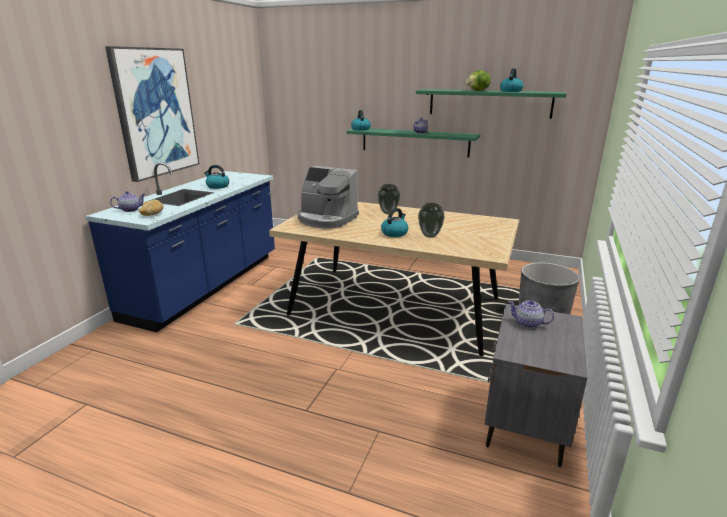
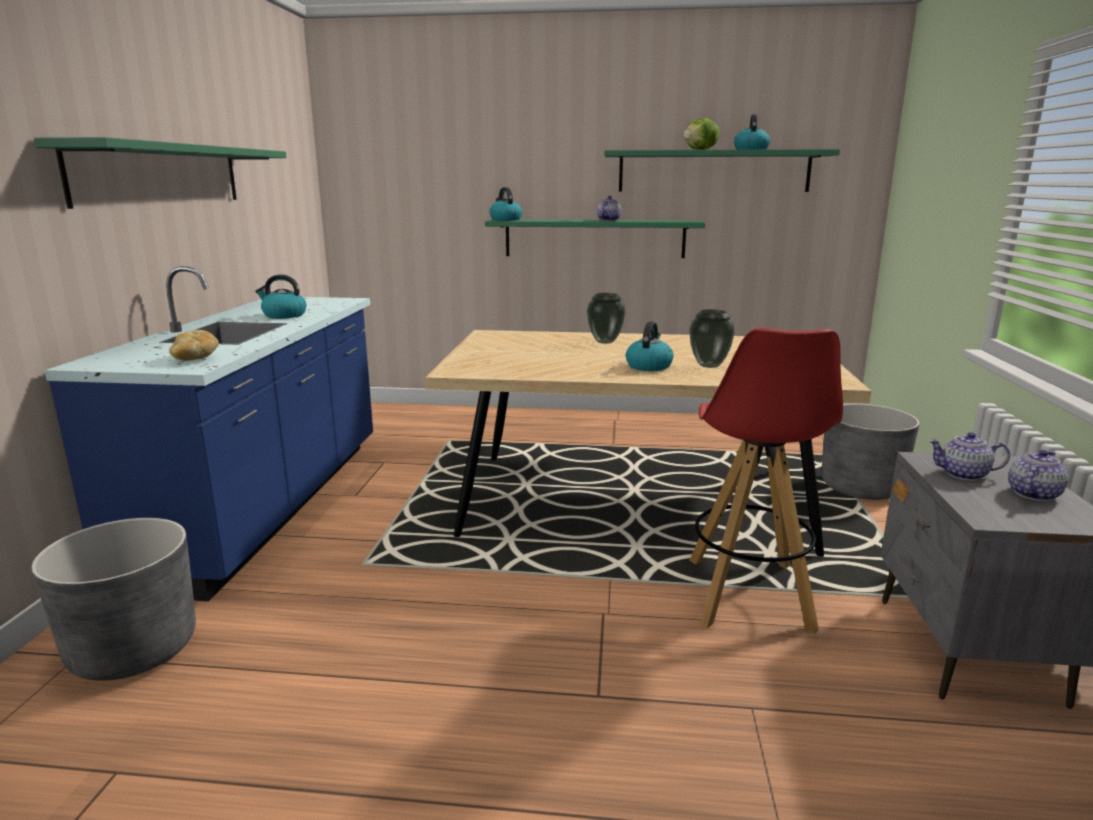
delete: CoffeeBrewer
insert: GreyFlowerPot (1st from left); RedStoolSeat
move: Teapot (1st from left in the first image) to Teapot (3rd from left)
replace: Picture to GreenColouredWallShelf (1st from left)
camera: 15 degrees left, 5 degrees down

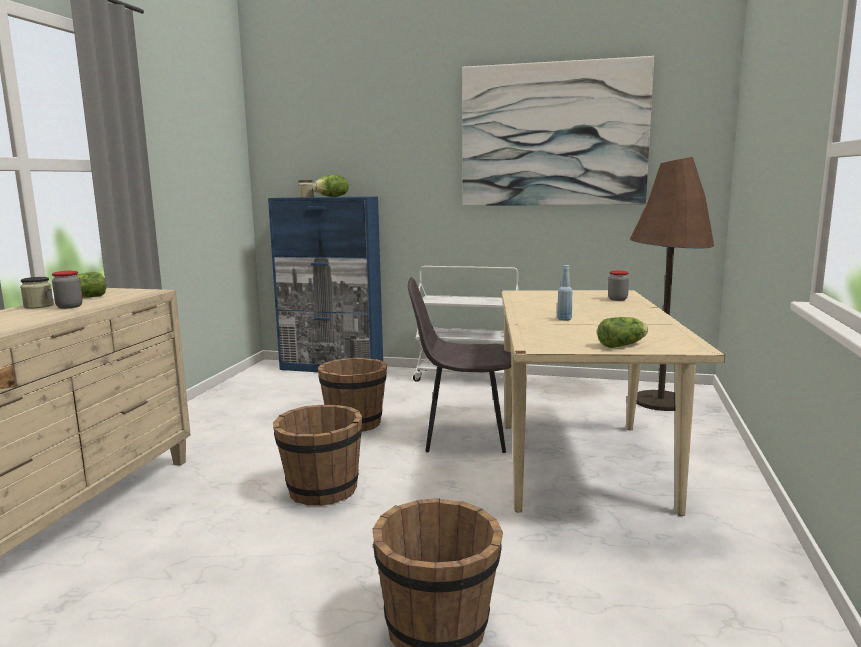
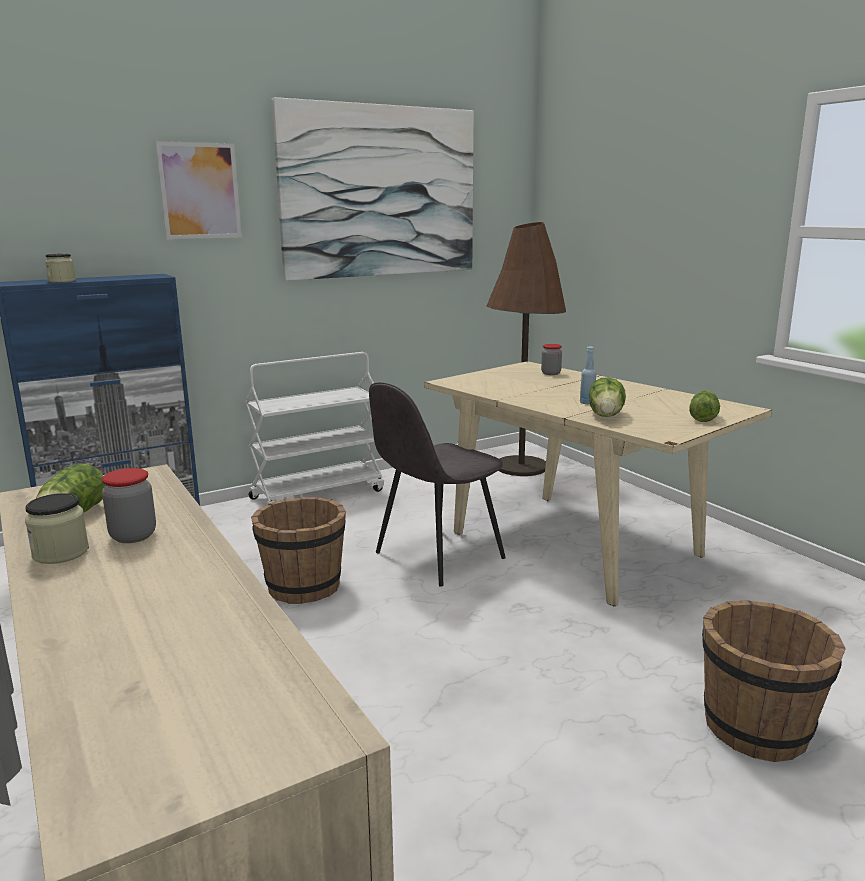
delete: BrownColouredPail (1st from left)
insert: Picture (1st from left)
move: Lettuce (2nd from left)
camera: 45 degrees left, 5 degrees up

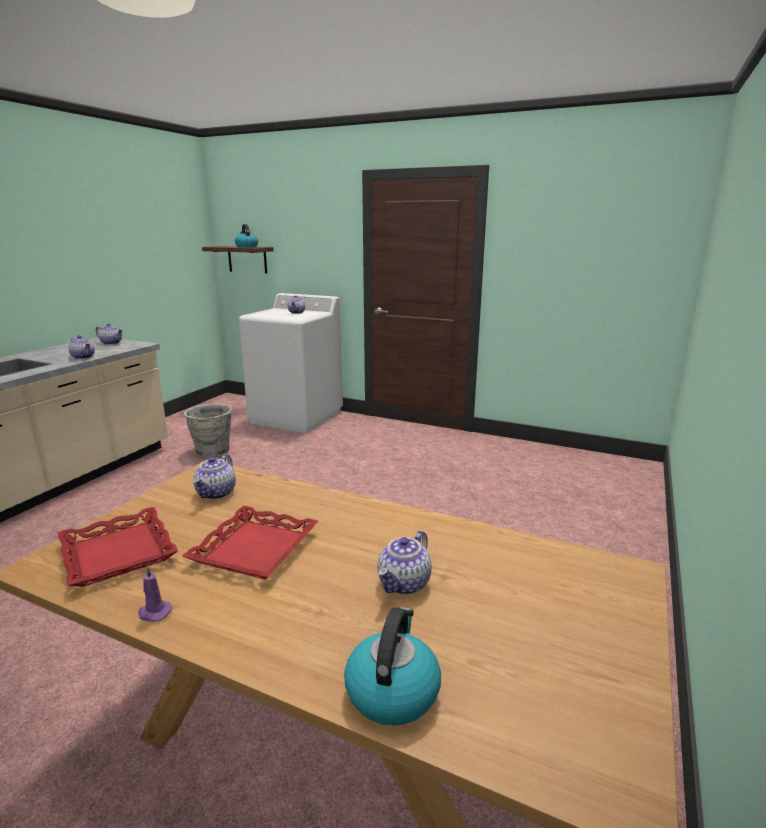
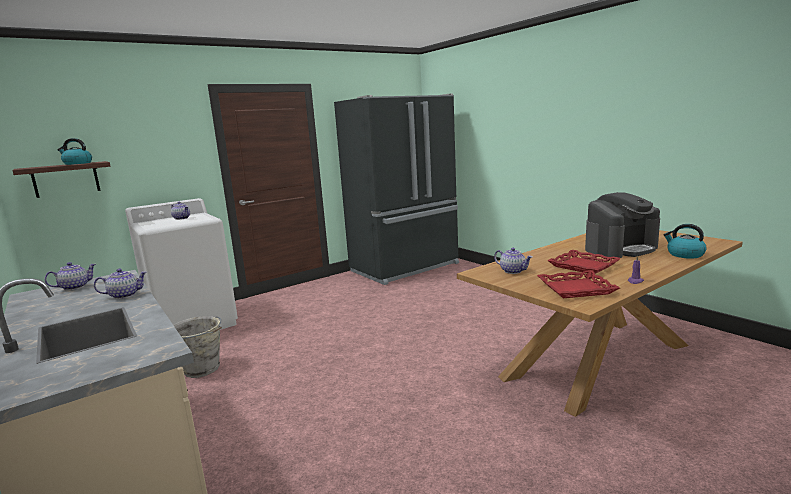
insert: BlackishFridge
replace: Teapot (5th from left) to CoffeeBrewer
camera: 60 degrees left, 5 degrees down

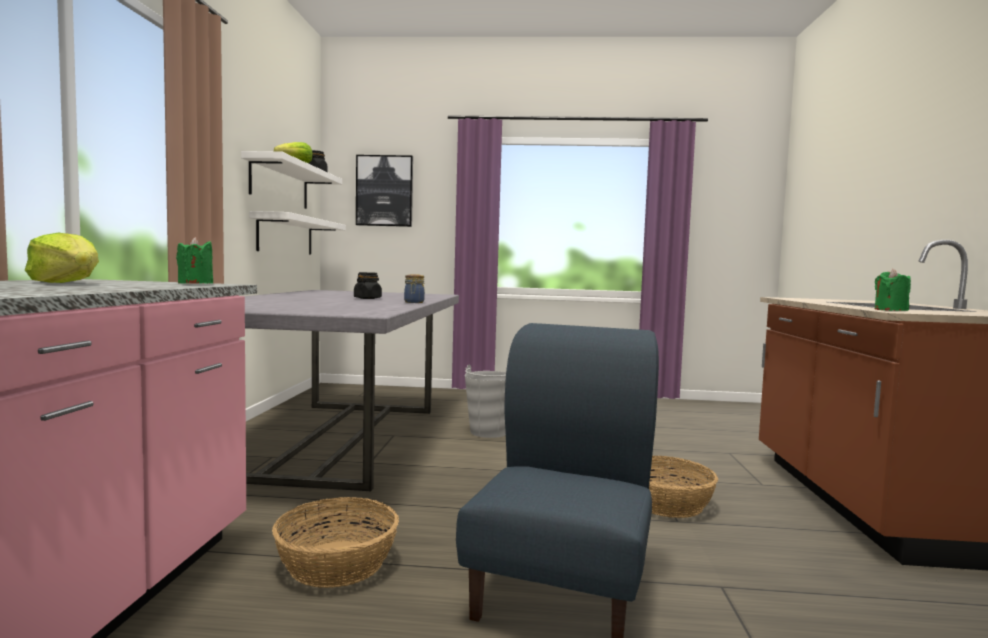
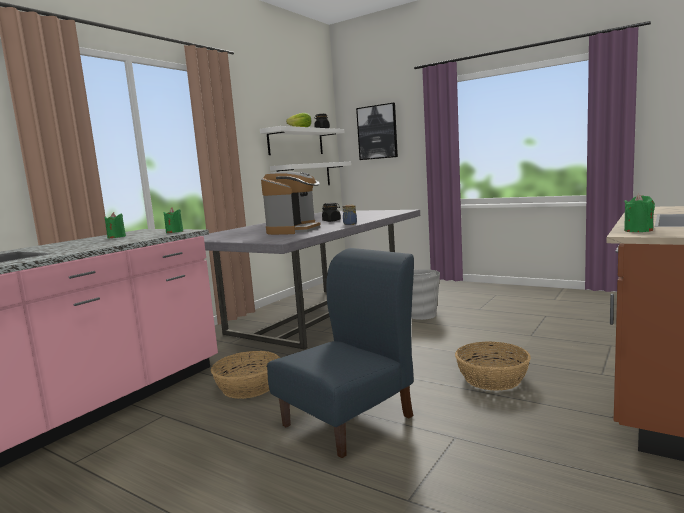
insert: CoffeeBrewer
replace: Lettuce (1st from left) to GreenColouredWaxLight (1st from left)
camera: 30 degrees right, 5 degrees up

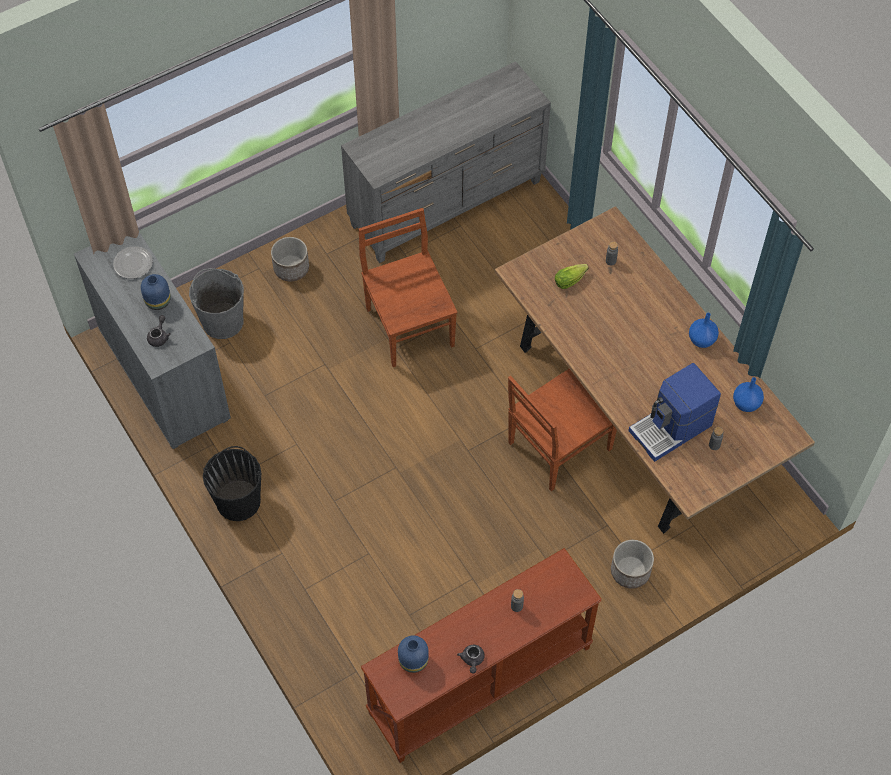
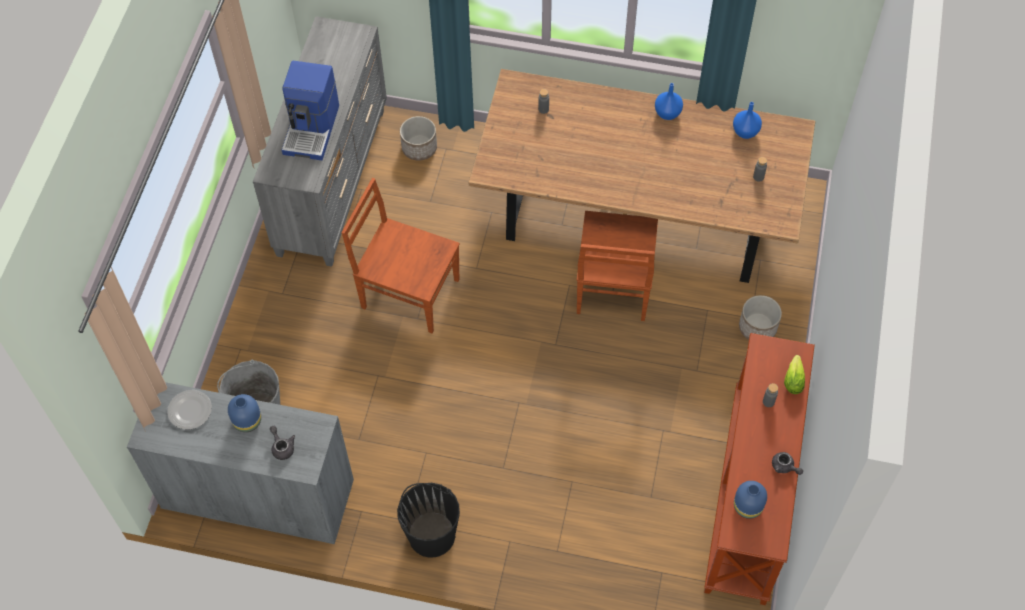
move: FlowerPot (1st from left); Lettuce; CoffeeBrewer
camera: 45 degrees left, 0 degrees up

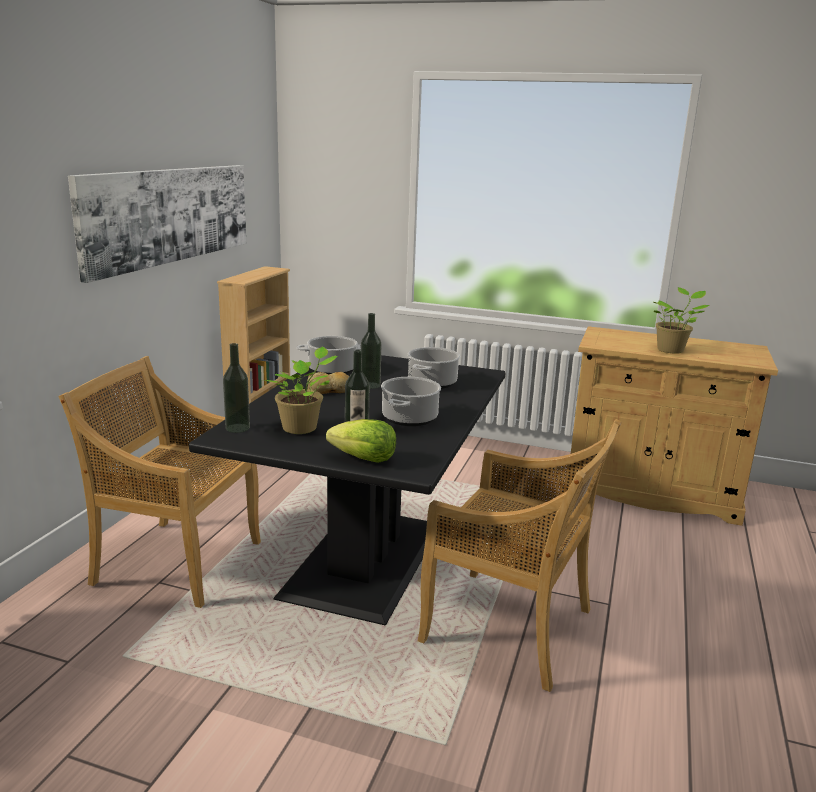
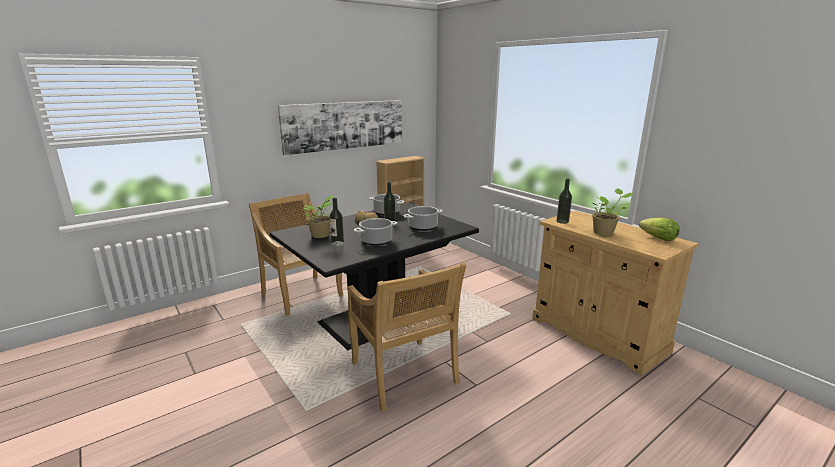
move: BeverageBottle (1st from left in the first image) to BeverageBottle (3rd from left); Lettuce
camera: 35 degrees right, 0 degrees up

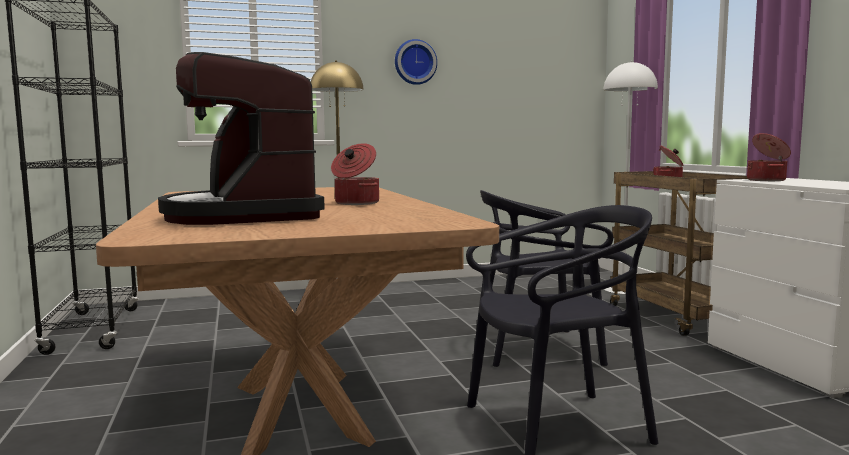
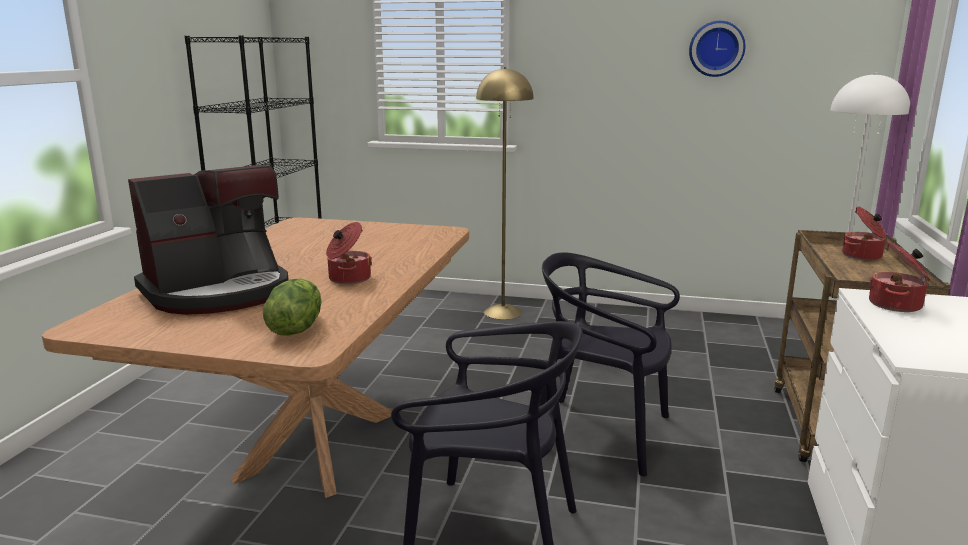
insert: Lettuce
move: HangingClock
rotate: CoffeeBrewer 135 degrees counterclockwise
camera: 30 degrees right, 10 degrees up

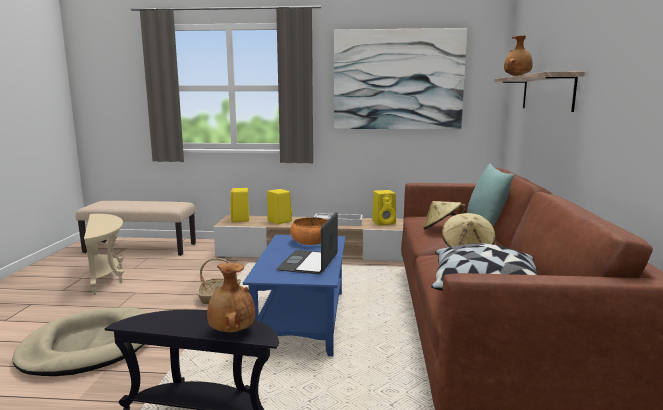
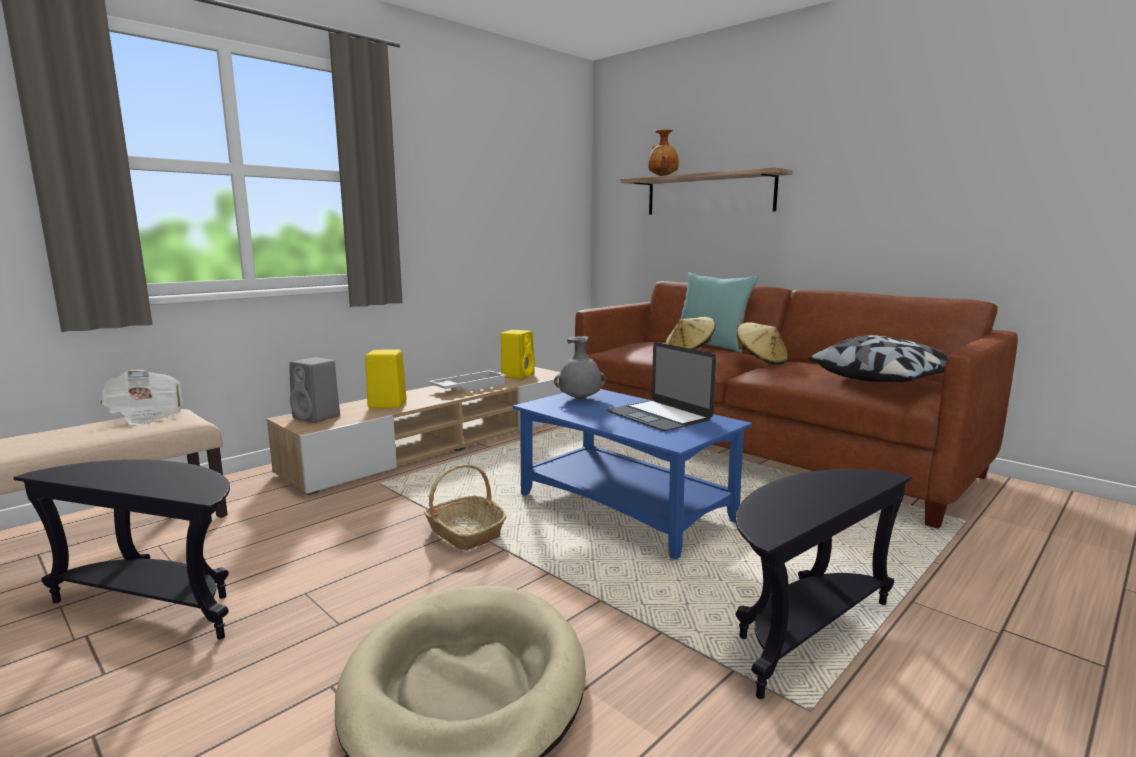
delete: BrownColouredVase (1st from left); Picture
insert: PrintedPaper
replace: OrangeDeepDish to GreyVase
recolor: SandColouredSideTable to BlackishSideTable (1st from left); YellowSpeaker (1st from left) to GreySpeaker
camera: 50 degrees left, 0 degrees up

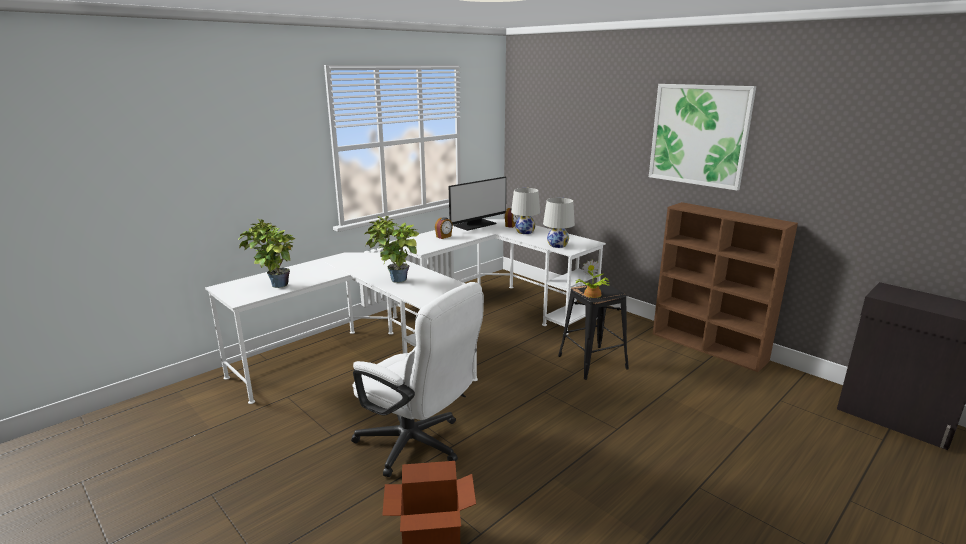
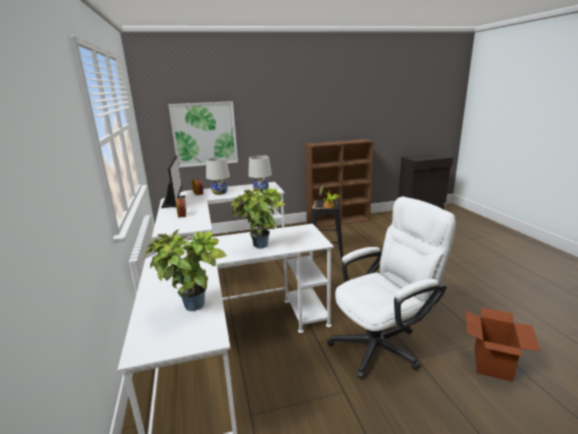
move: Picture
camera: 60 degrees left, 0 degrees up

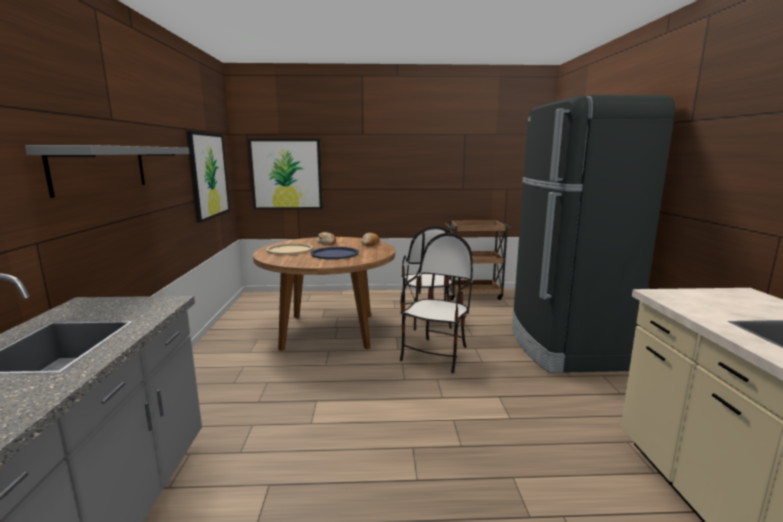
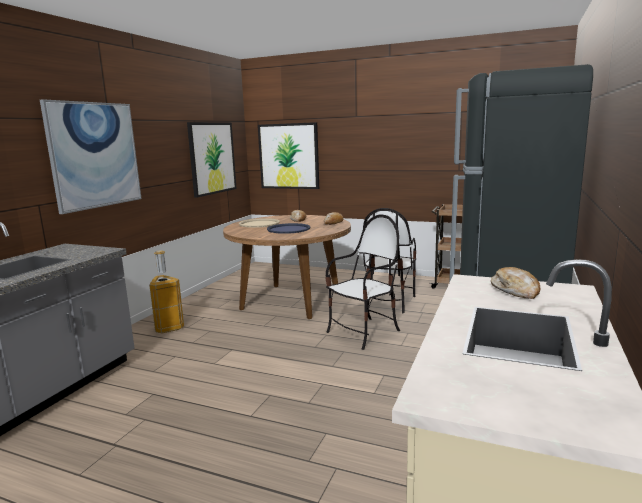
insert: TrashCan; BakeryBread (3rd from left)
replace: GreyWallShelf to Picture (1st from left)
camera: 25 degrees right, 0 degrees up

